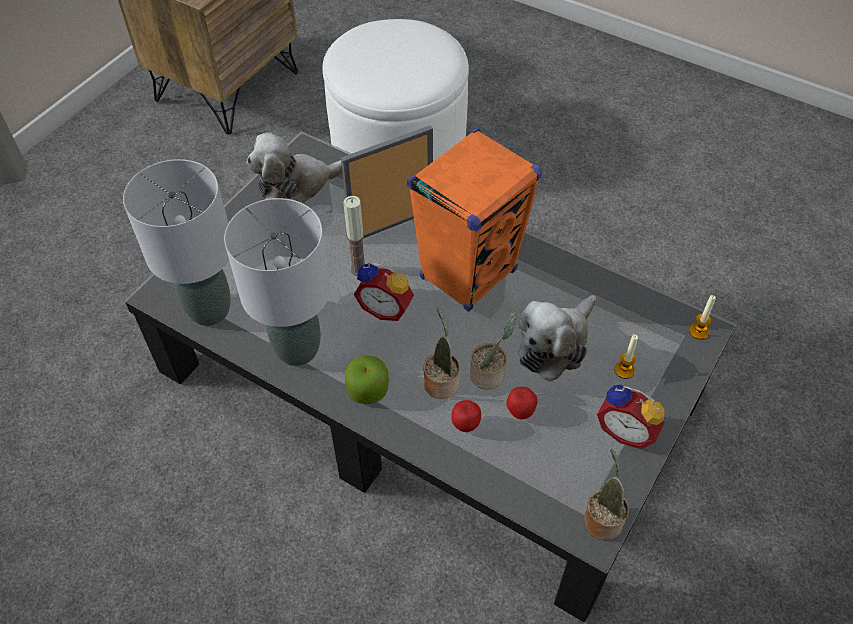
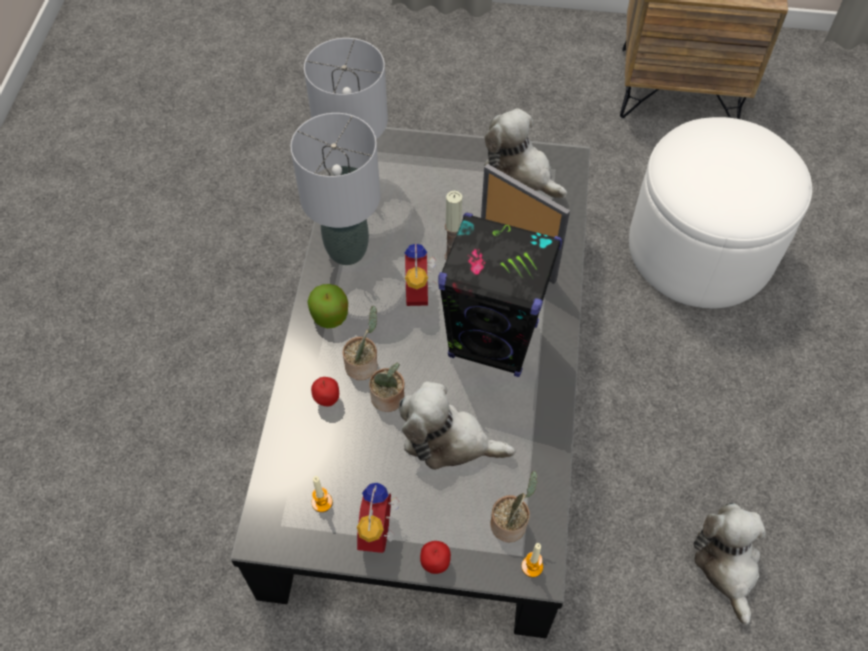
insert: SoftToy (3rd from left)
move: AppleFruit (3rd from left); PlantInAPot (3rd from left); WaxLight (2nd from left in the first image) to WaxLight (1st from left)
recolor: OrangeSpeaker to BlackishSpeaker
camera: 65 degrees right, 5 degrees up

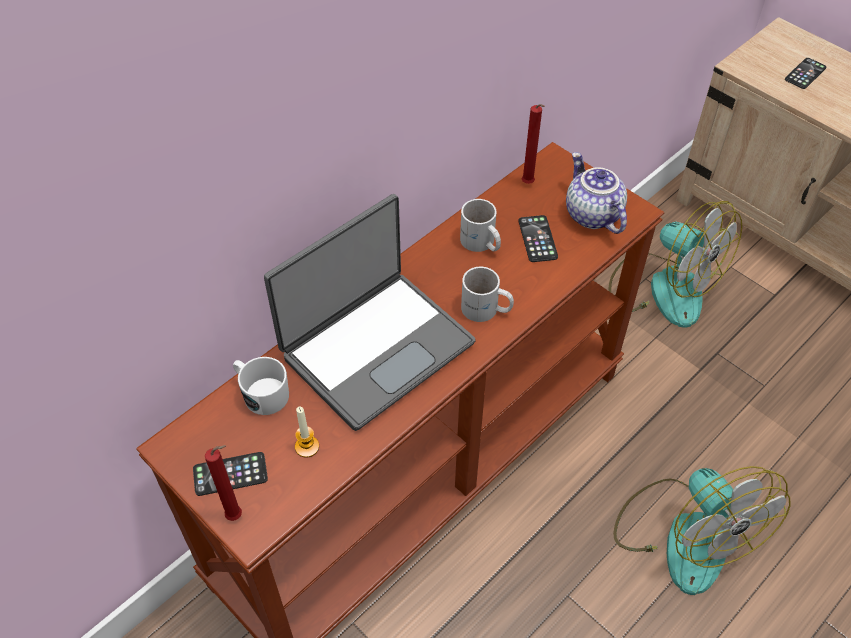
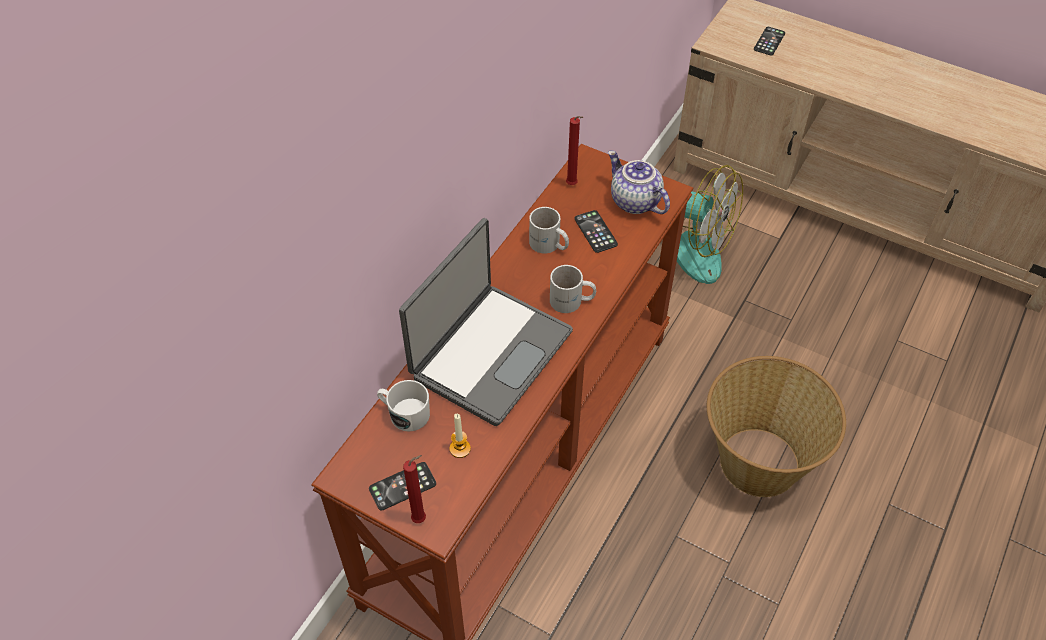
replace: CoolingFan (2nd from left) to HouseholdBasket
camera: 15 degrees left, 0 degrees up

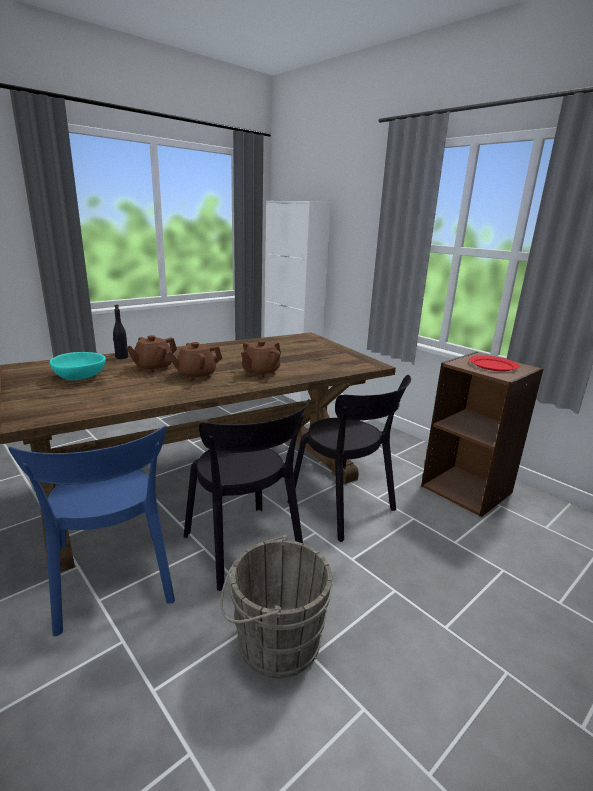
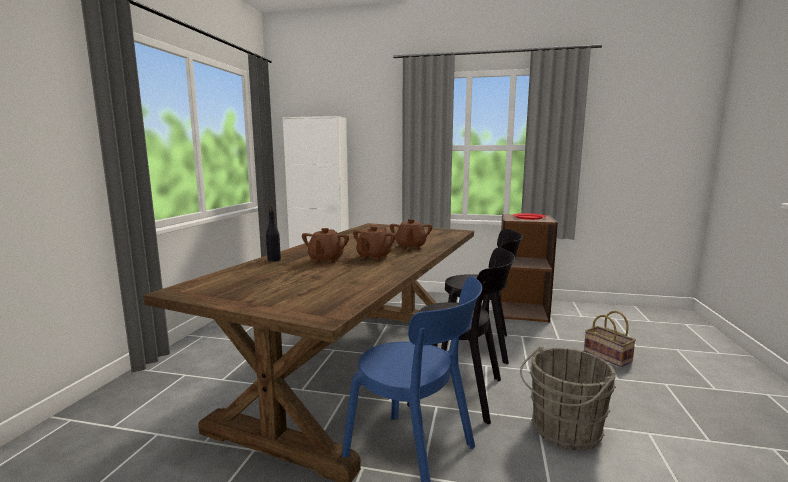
delete: TurquoiseDeepDish
insert: HouseholdBasket
camera: 35 degrees left, 10 degrees down

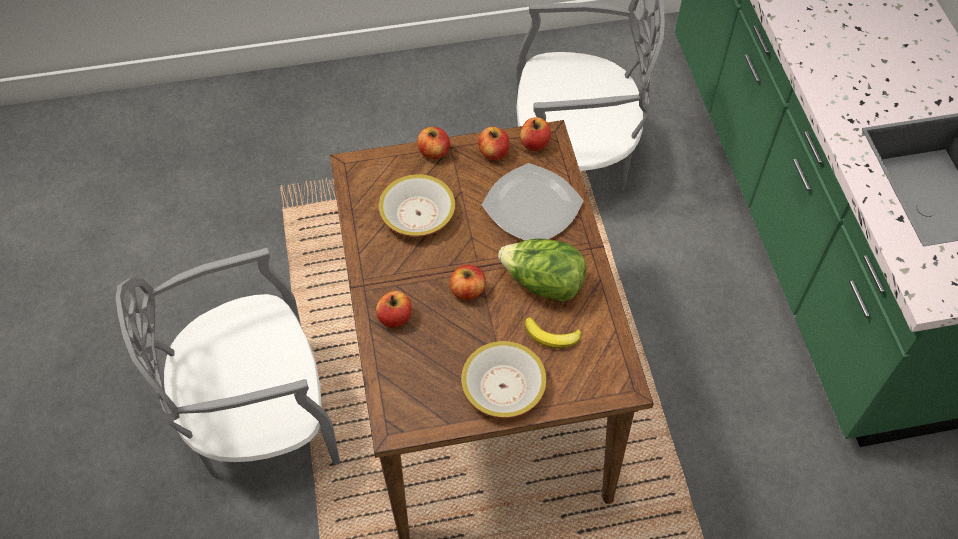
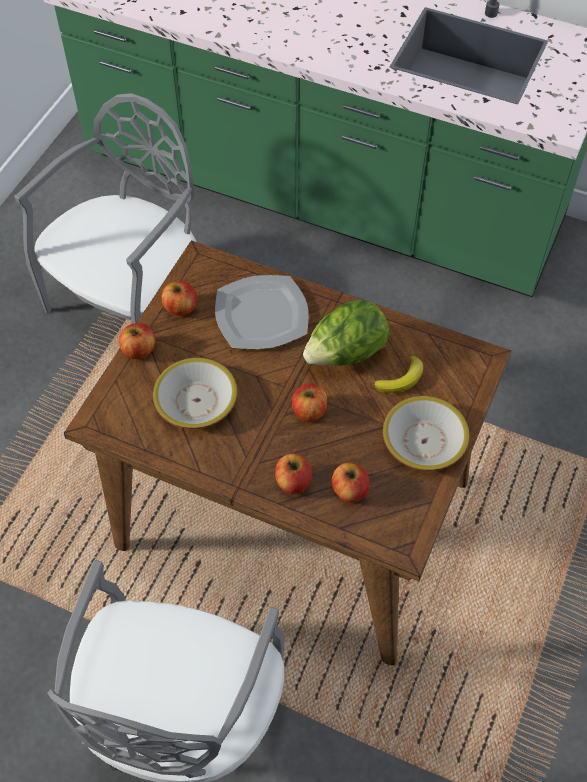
move: AppleFruit (5th from left)
camera: 55 degrees left, 0 degrees up

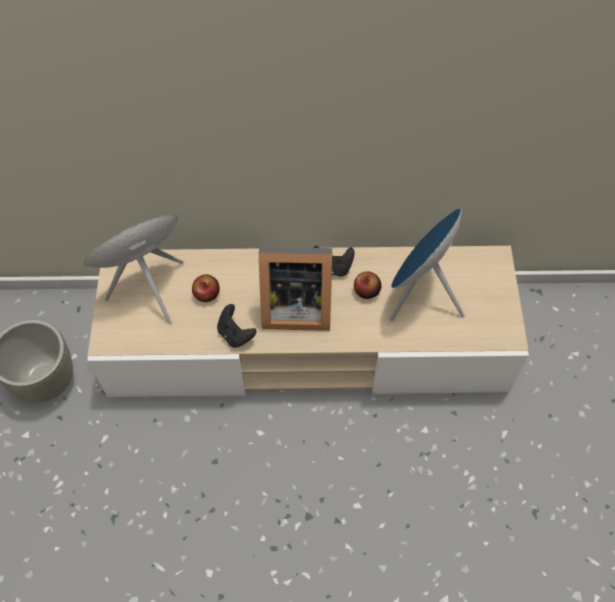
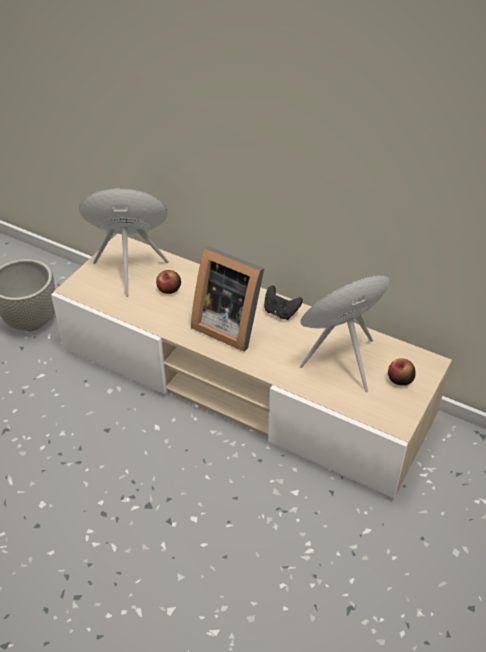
delete: BlackishJoypad (1st from left)
move: AppleFruit (2nd from left)
camera: 30 degrees right, 15 degrees down

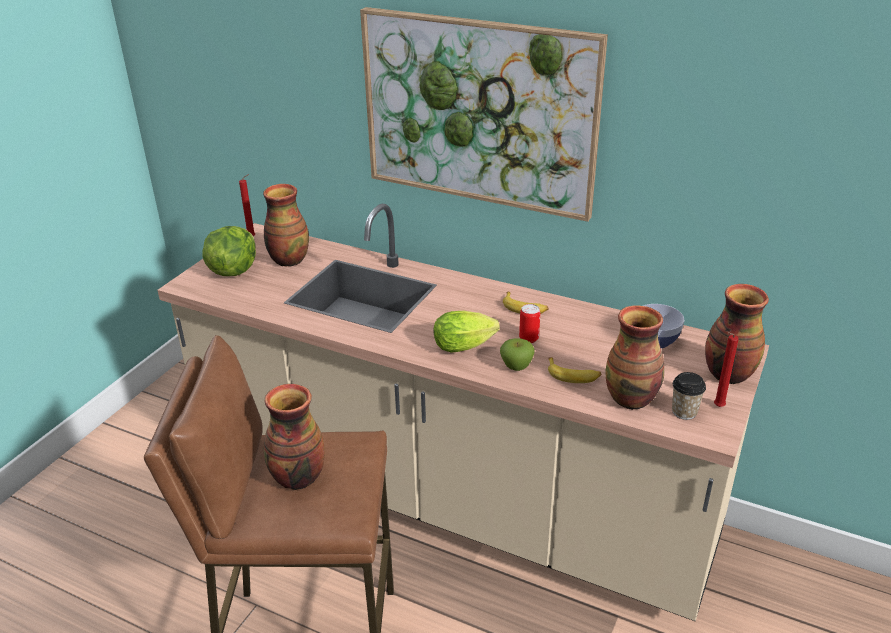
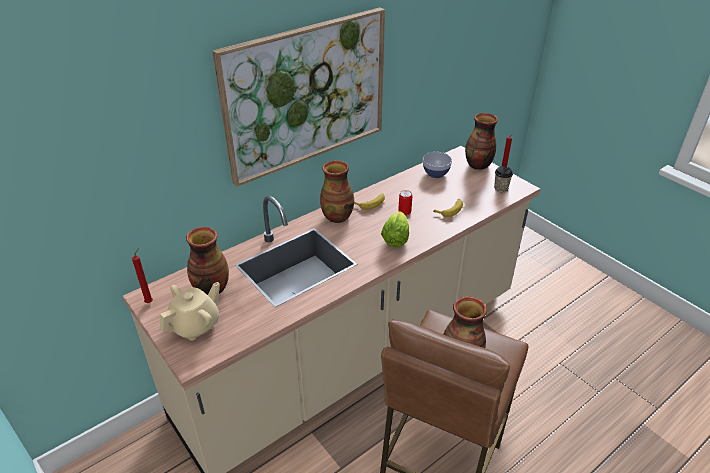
delete: AppleFruit
move: Vase (3rd from left in the first image) to Vase (2nd from left)
replace: Lettuce (1st from left) to SandColouredTeapot
camera: 65 degrees left, 5 degrees up

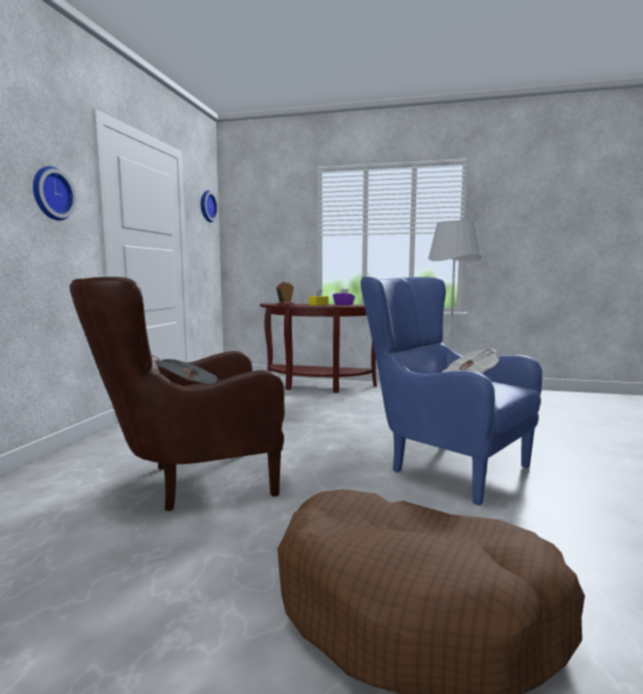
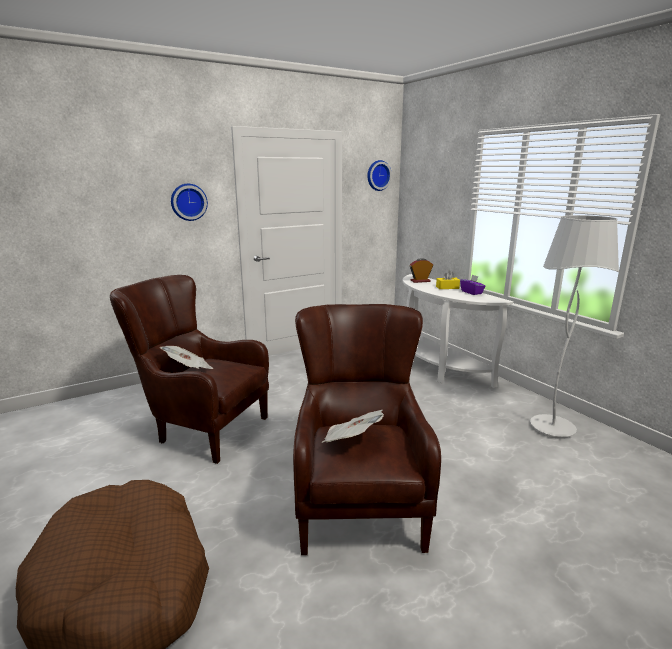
recolor: BrownColouredNarrowTable to WhiteColouredNarrowTable; BluishEasyChair to BrownColouredEasyChair (2nd from left)
camera: 45 degrees right, 10 degrees up

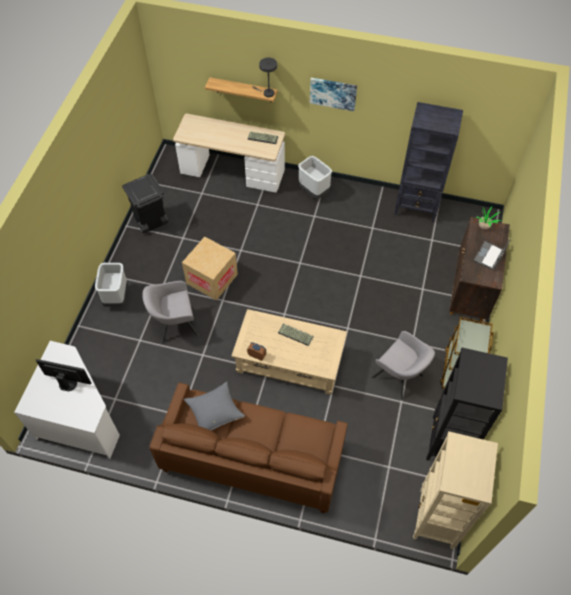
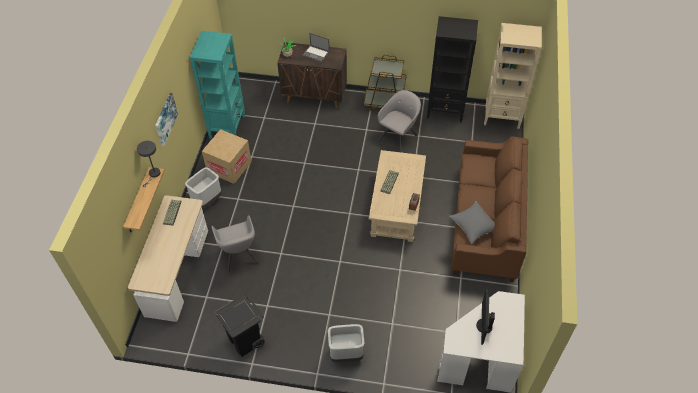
move: GreyEasyChair (1st from left); Carton
recolor: BlackishBookshelf (1st from left) to TurquoiseBookshelf
camera: 95 degrees left, 5 degrees down

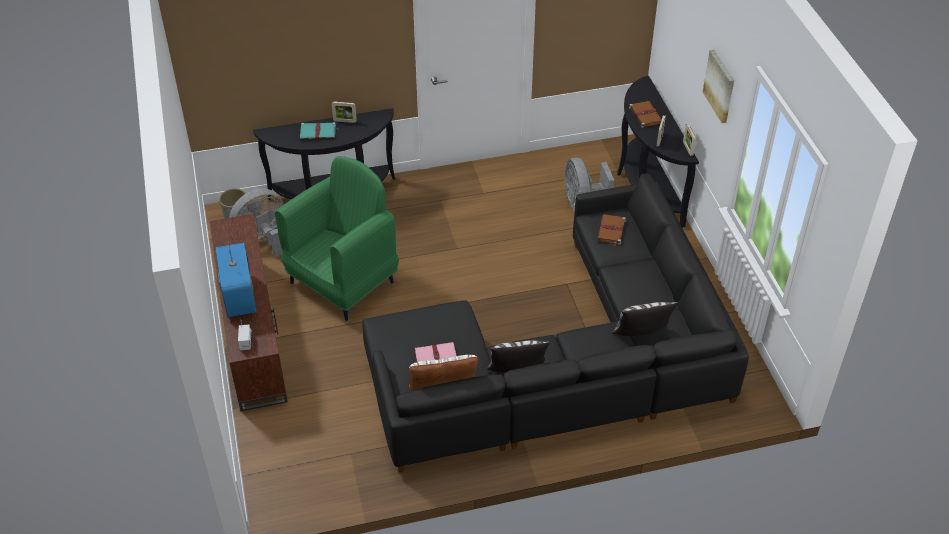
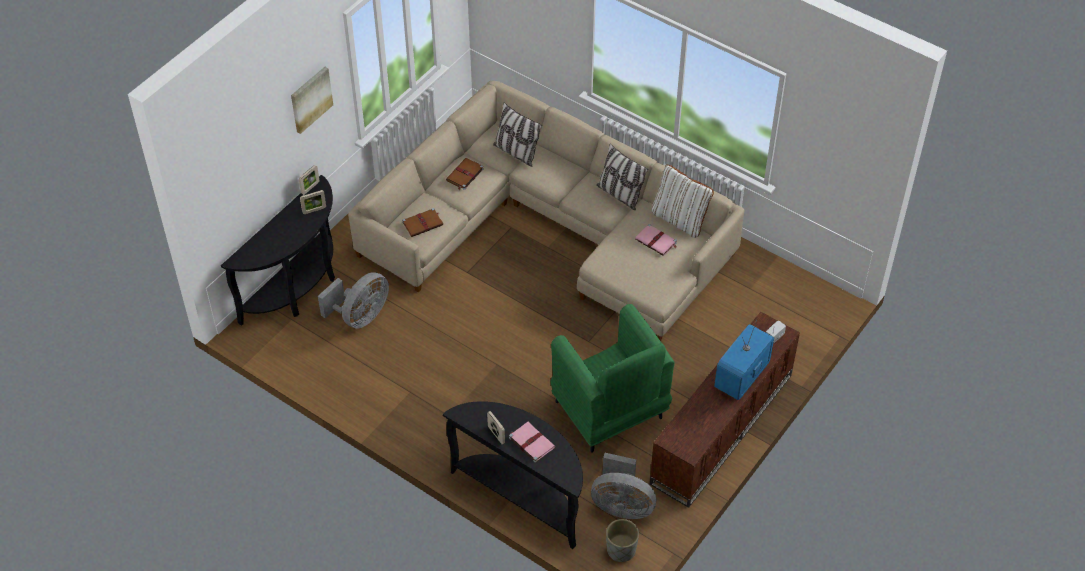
move: BrownColouredBoundBook (2nd from left)
recolor: TurquoiseBoundBook to PinkBoundBook (1st from left); BlackishCouch to SandColouredCouch
rotate: GreenColouredEasyChair 120 degrees counterclockwise
camera: 130 degrees left, 5 degrees up

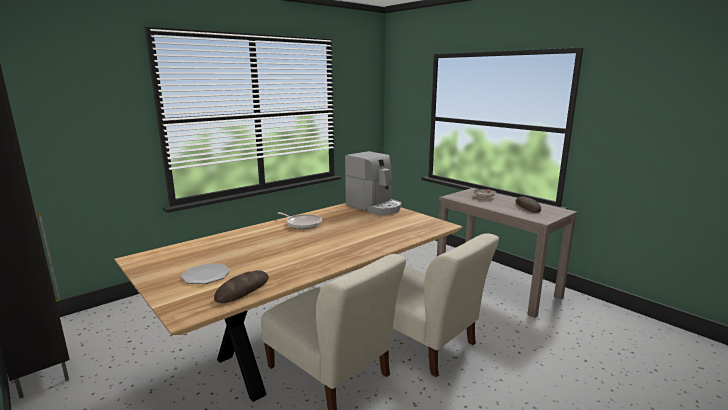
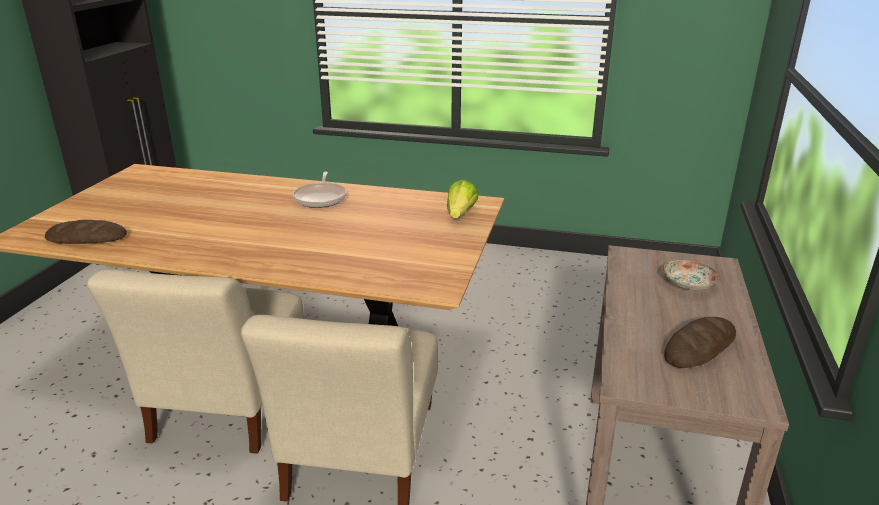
delete: DinnerPlate (1st from left)
replace: CoffeeBrewer to Lettuce
camera: 55 degrees right, 10 degrees up

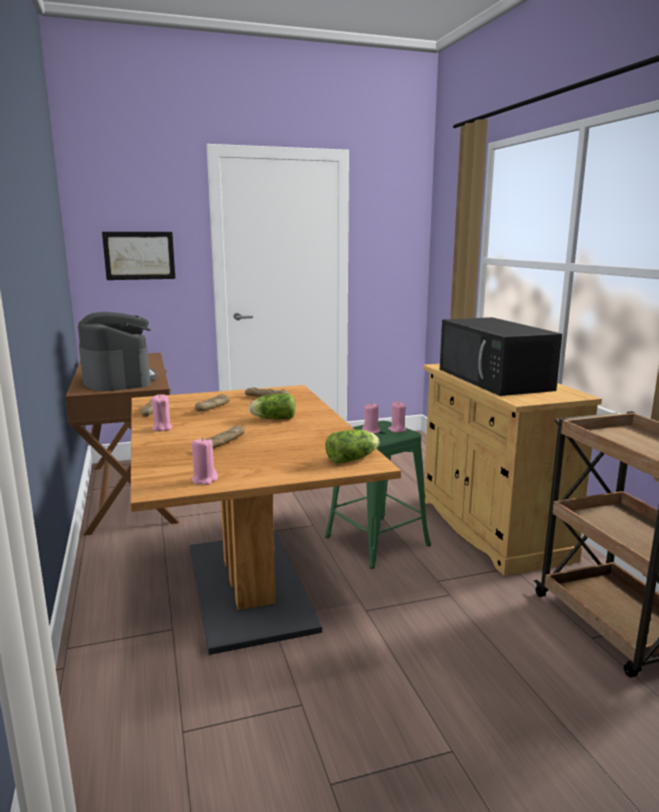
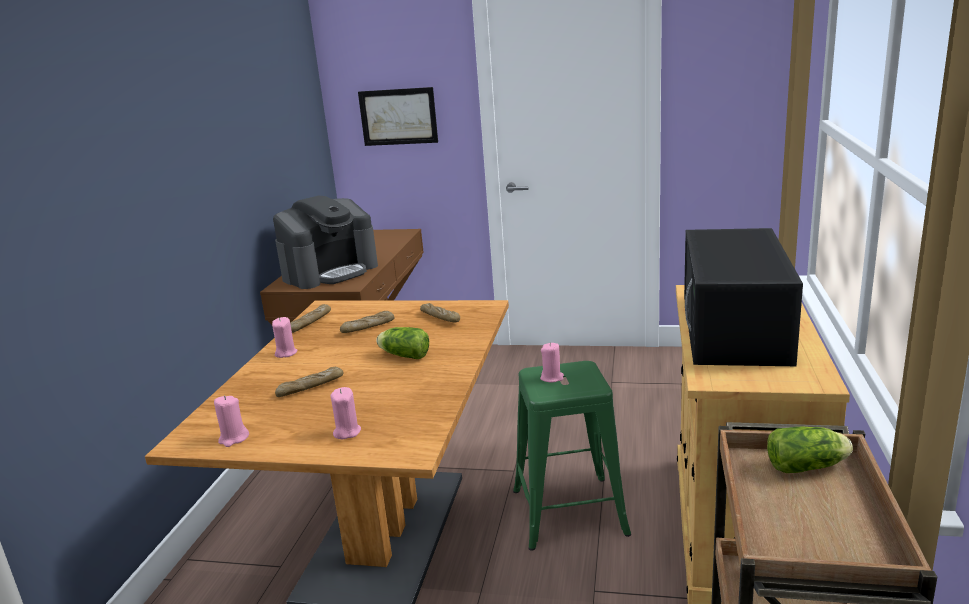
move: Lettuce (2nd from left); PinkWaxLight (4th from left in the first image) to PinkWaxLight (3rd from left)
rotate: CoffeeBrewer 45 degrees clockwise
camera: 30 degrees right, 5 degrees up

